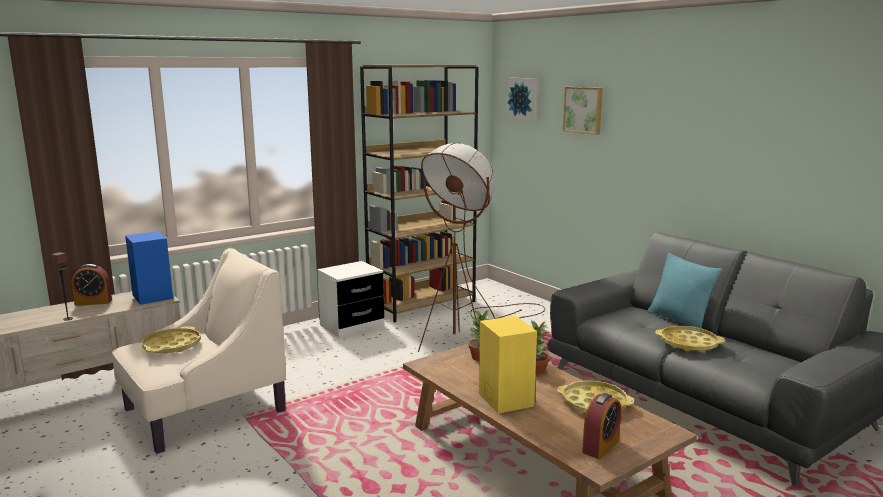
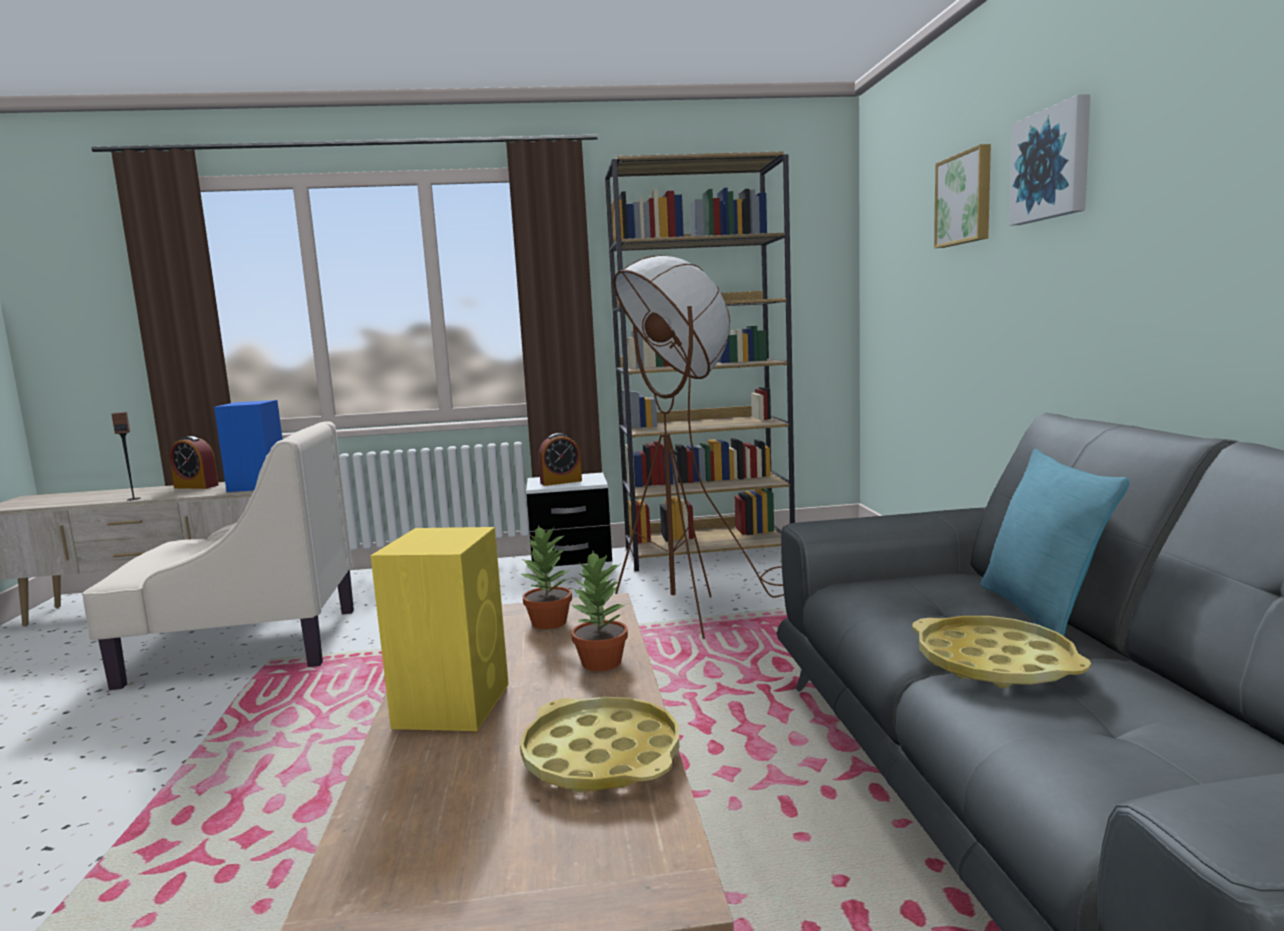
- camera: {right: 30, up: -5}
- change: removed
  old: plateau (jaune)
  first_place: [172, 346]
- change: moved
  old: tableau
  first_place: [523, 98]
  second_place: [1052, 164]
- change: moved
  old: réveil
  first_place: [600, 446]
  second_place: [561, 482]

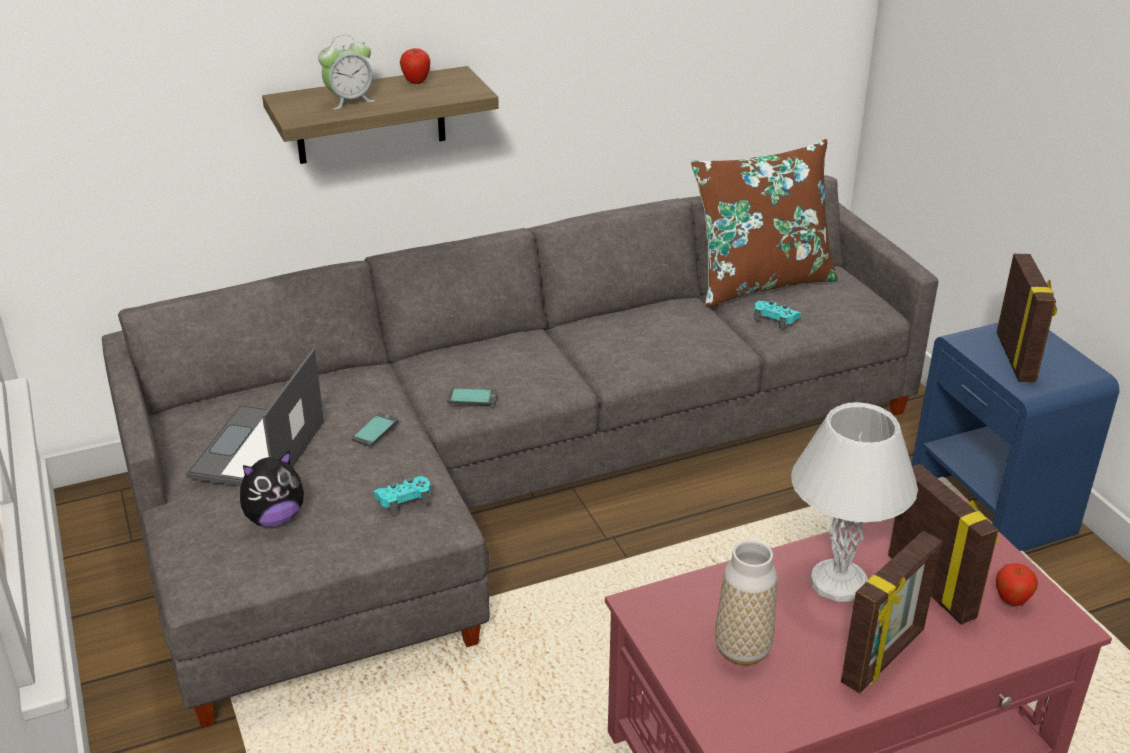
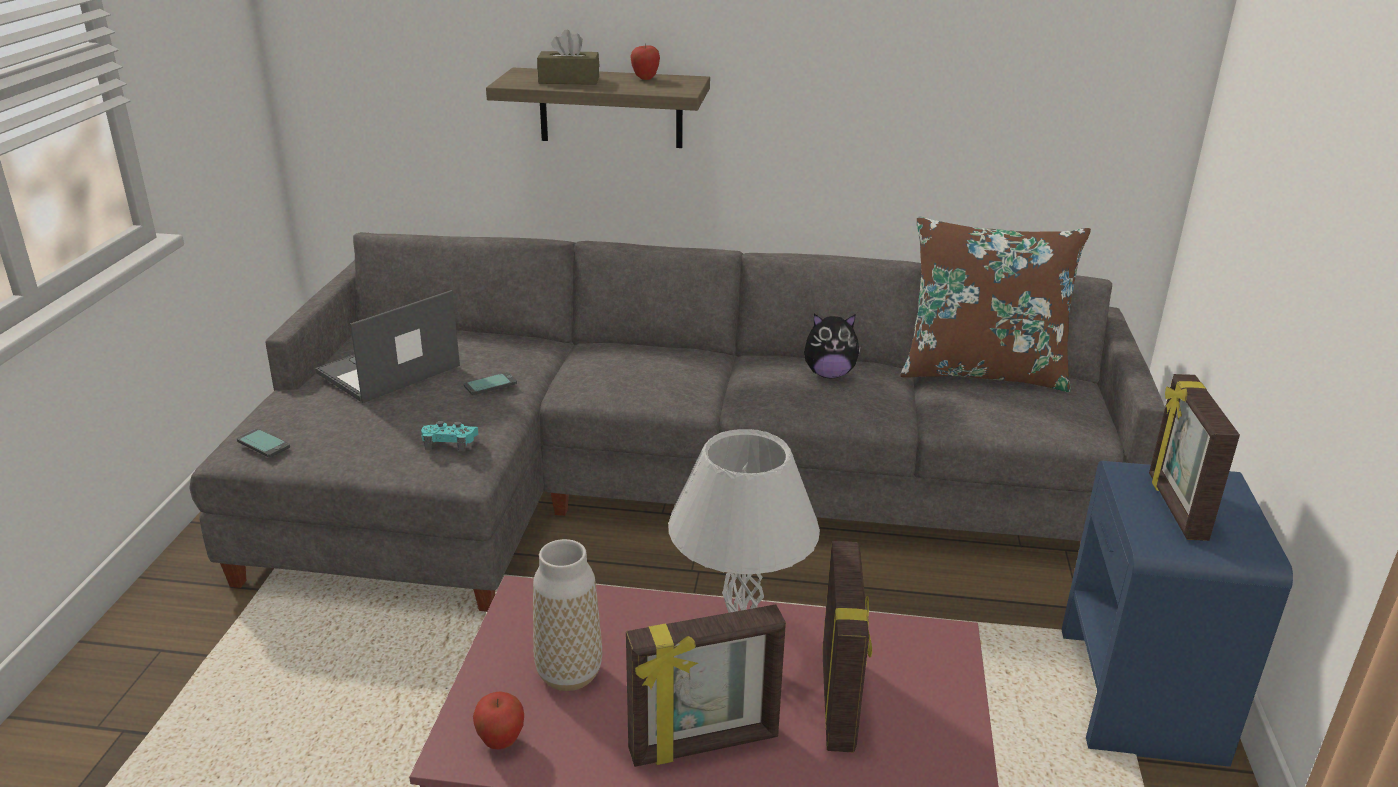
- camera: {right: 30, up: -5}
- change: moved
  old: peluche
  first_place: [274, 518]
  second_place: [829, 374]
- change: replaced
  old: réveil
  new: boîte à mouchoirs (marron)
  first_place: [349, 101]
  second_place: [569, 80]
- change: moved
  old: téléphone
  first_place: [472, 398]
  second_place: [264, 444]
- change: removed
  old: manette (turquoise)
  first_place: [775, 318]
- change: moved
  old: pomme
  first_place: [1011, 601]
  second_place: [501, 742]
- change: turned
  old: cadre photo
  first_place: [1017, 358]
  second_place: [1175, 507]
  degrees: 150

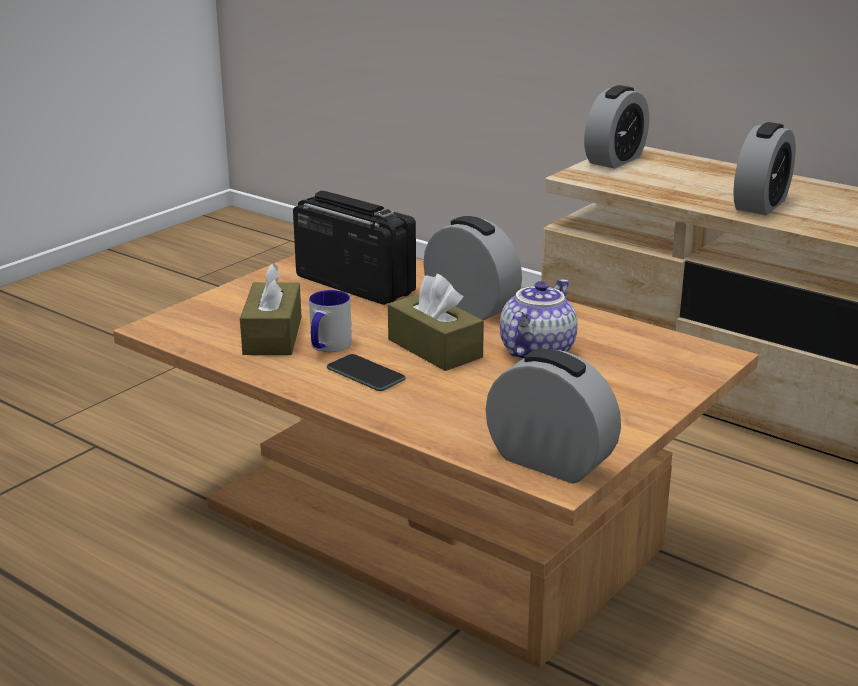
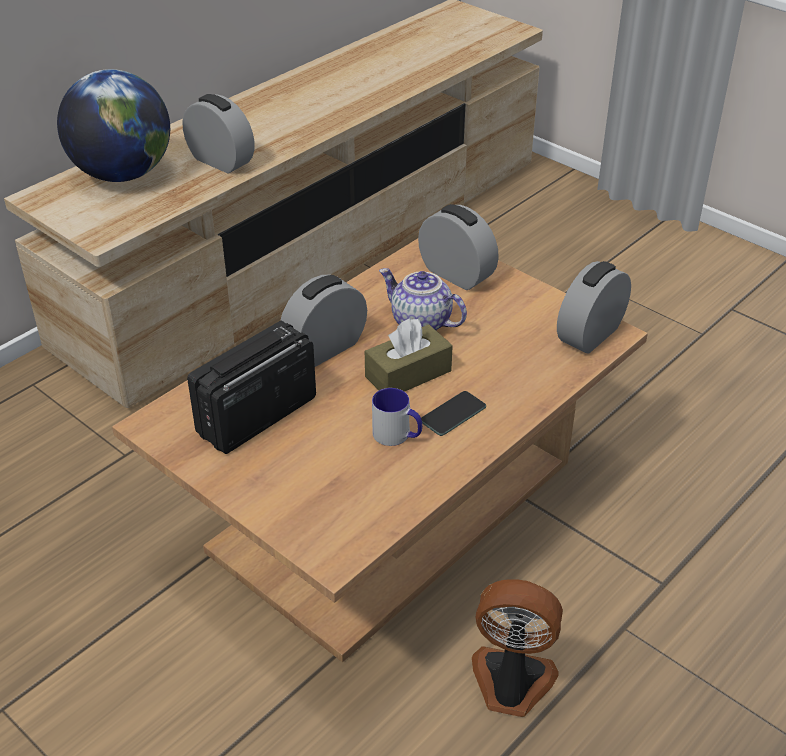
- camera: {right: -85, up: 15}
- change: removed
  old: boîte à mouchoirs (marron)
  first_place: [272, 336]
- change: moved
  old: réveil
  first_place: [615, 160]
  second_place: [456, 274]
- change: added
  new: globe
  second_place: [122, 174]
- change: added
  new: ventilateur
  second_place: [511, 684]

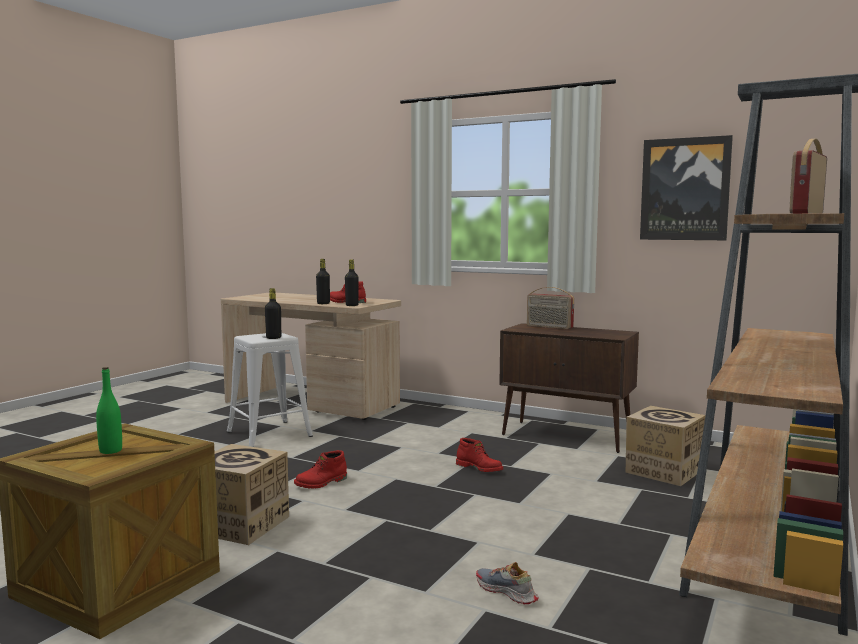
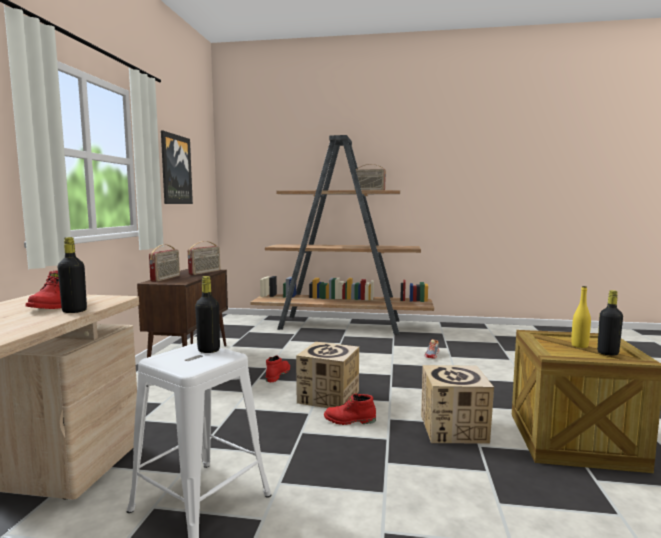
- camera: {right: -110, up: 0}
- change: recoloured
  old: bouteille (vert)
  new: bouteille (jaune)
  first_place: [110, 451]
  second_place: [579, 346]
- change: turned
  old: botte (rouge)
  first_place: [321, 483]
  second_place: [349, 420]
  degrees: 150
- change: moved
  old: bouteille (noir)
  first_place: [352, 305]
  second_place: [607, 353]
- change: moved
  old: carton
  first_place: [663, 471]
  second_place: [328, 397]
- change: added
  new: radio
  second_place: [205, 272]

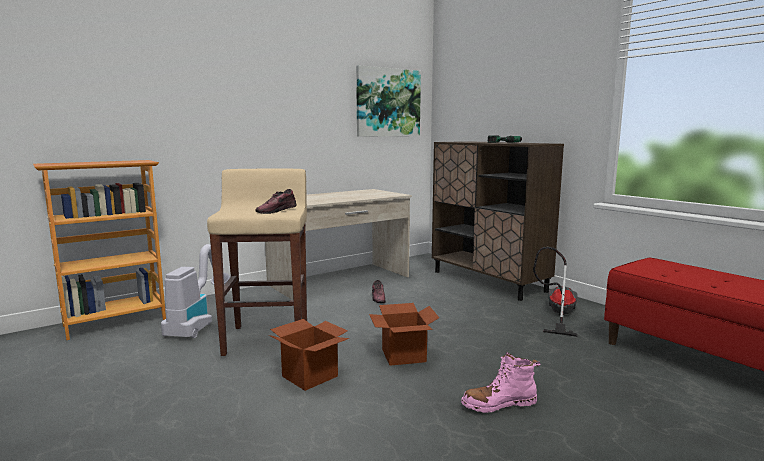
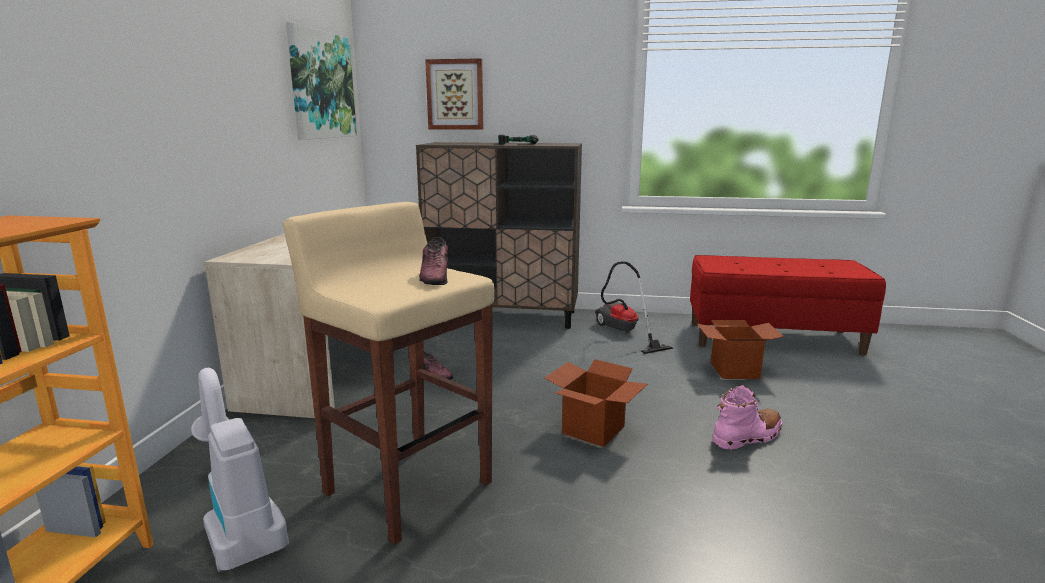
- camera: {right: -45, up: 5}
- change: moved
  old: carton
  first_place: [310, 376]
  second_place: [735, 370]
- change: turned
  old: botte (rose)
  first_place: [499, 404]
  second_place: [747, 437]
  degrees: -150
- change: added
  new: tableau
  second_place: [455, 94]

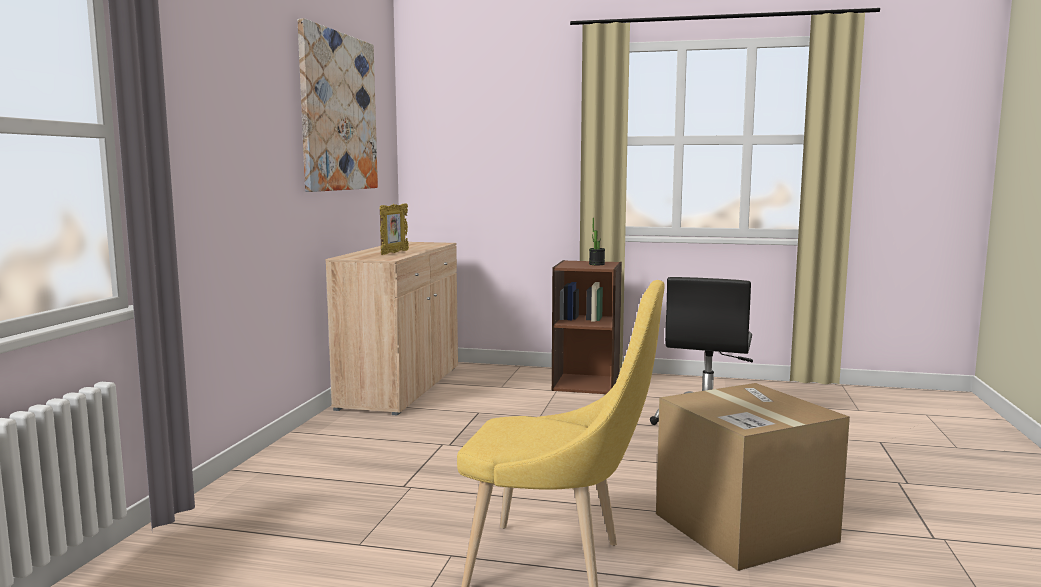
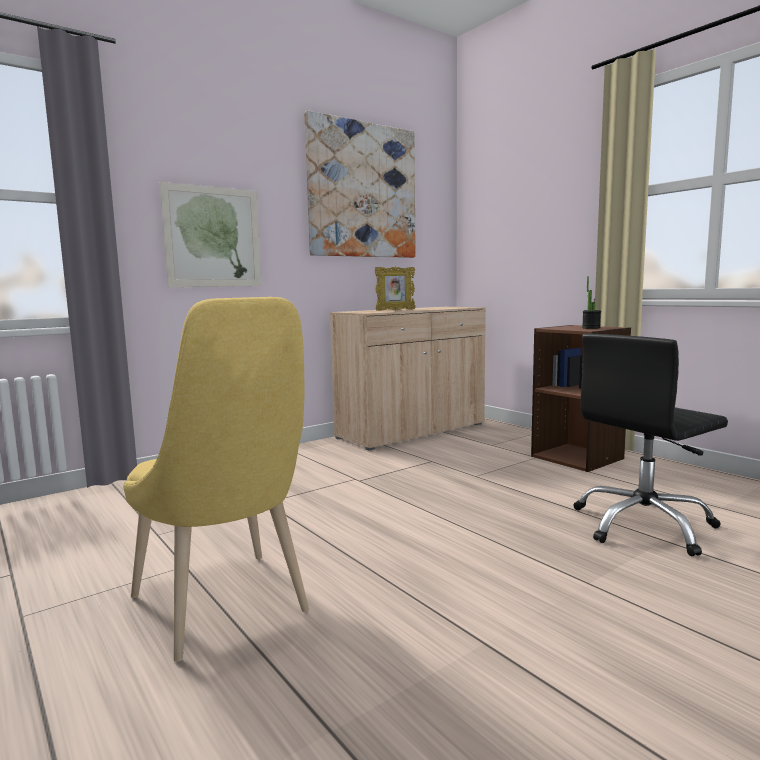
- camera: {right: 40, up: 0}
- change: removed
  old: carton
  first_place: [744, 527]
- change: added
  new: tableau
  second_place: [213, 237]

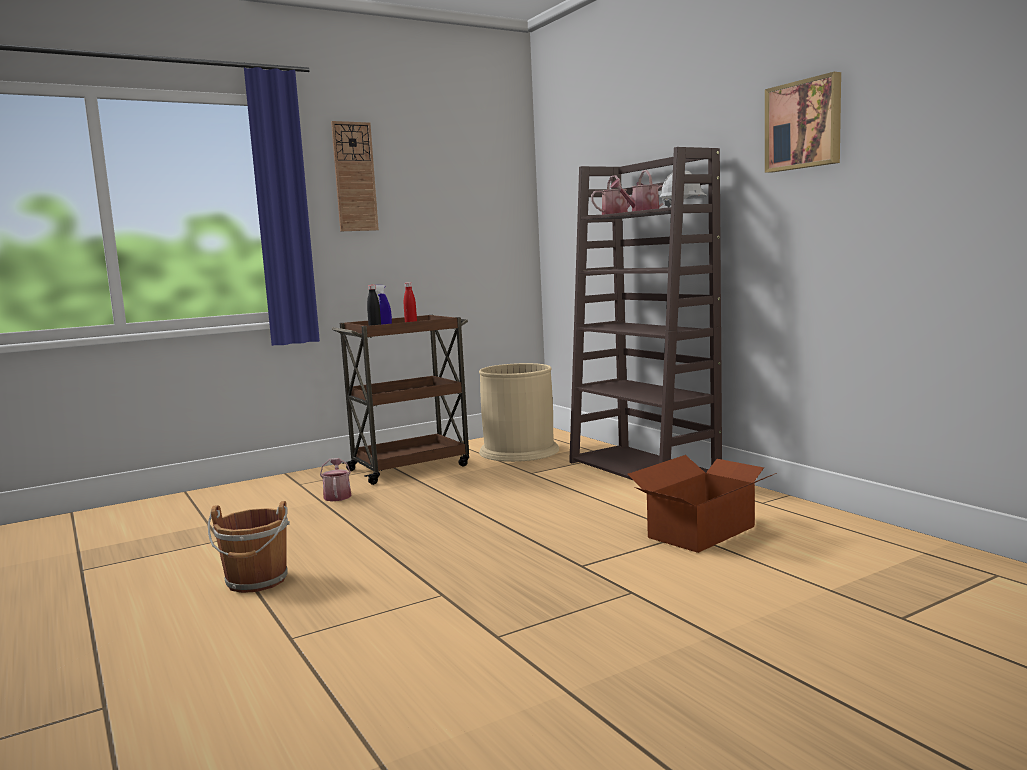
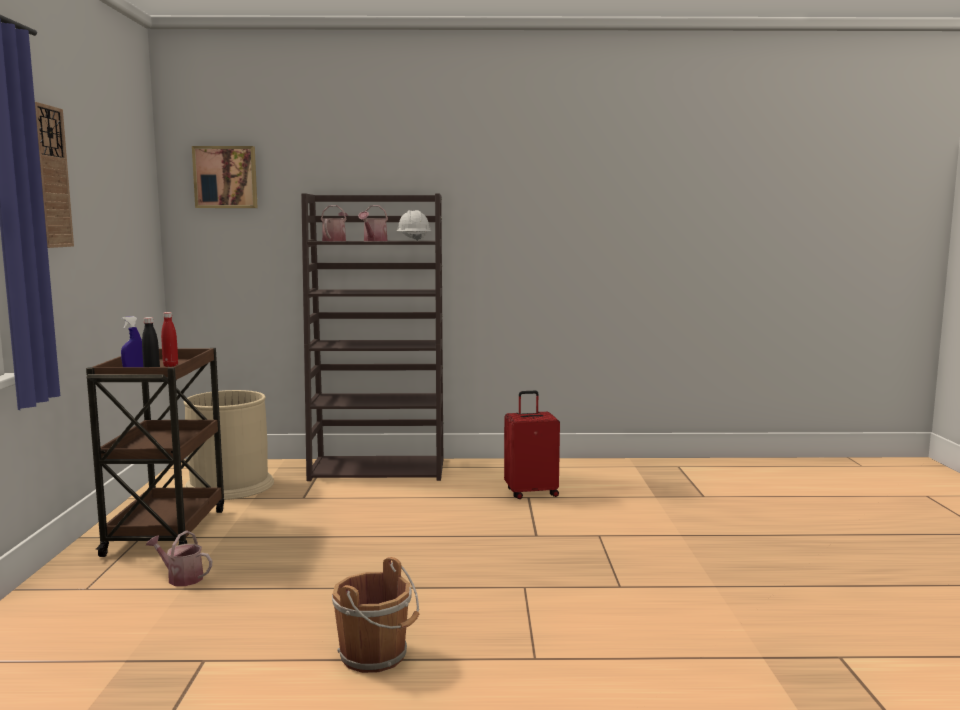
- camera: {right: -60, up: 0}
- change: replaced
  old: carton
  new: valise (rouge)
  first_place: [703, 532]
  second_place: [531, 493]
- change: moved
  old: tableau
  first_place: [804, 125]
  second_place: [226, 177]

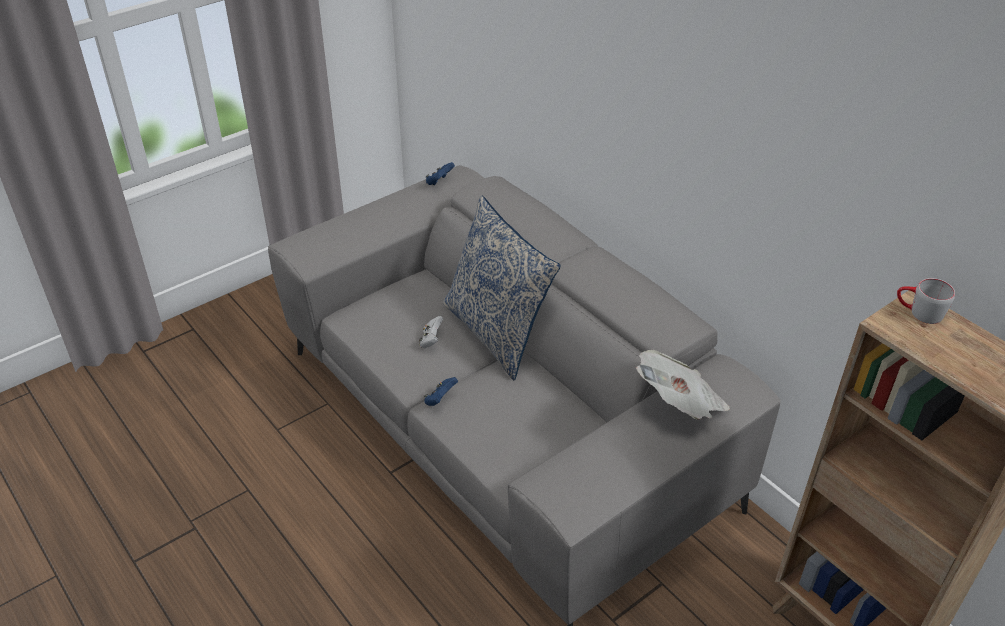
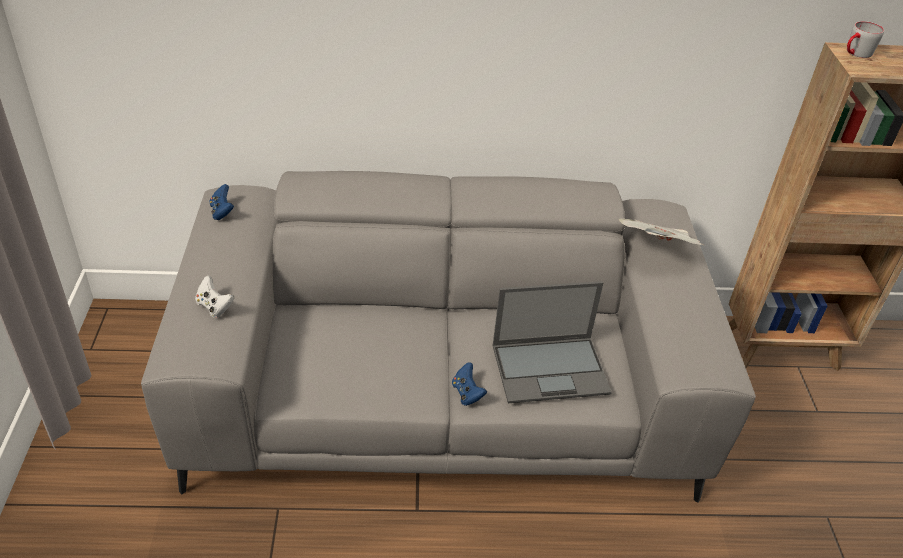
- camera: {right: -55, up: 0}
- change: moved
  old: manette (blanc)
  first_place: [431, 340]
  second_place: [214, 307]
- change: removed
  old: coussin
  first_place: [497, 332]
- change: added
  new: ordinateur portable
  second_place: [551, 369]

